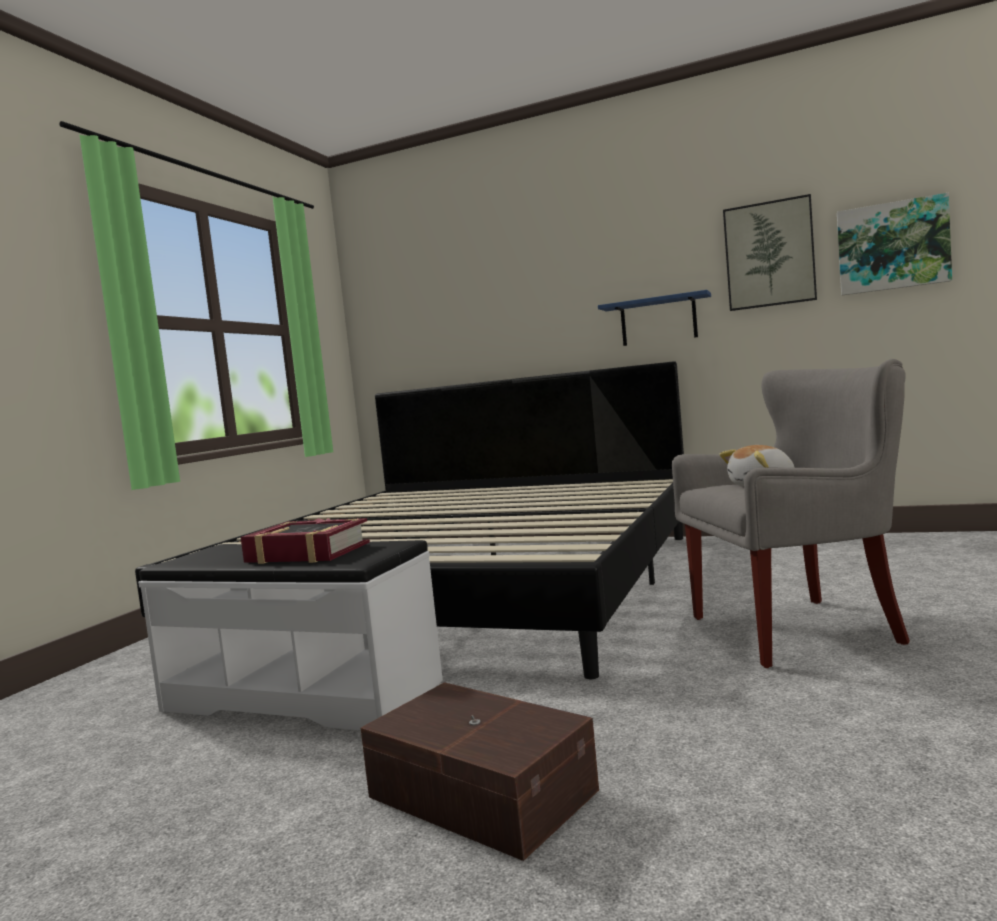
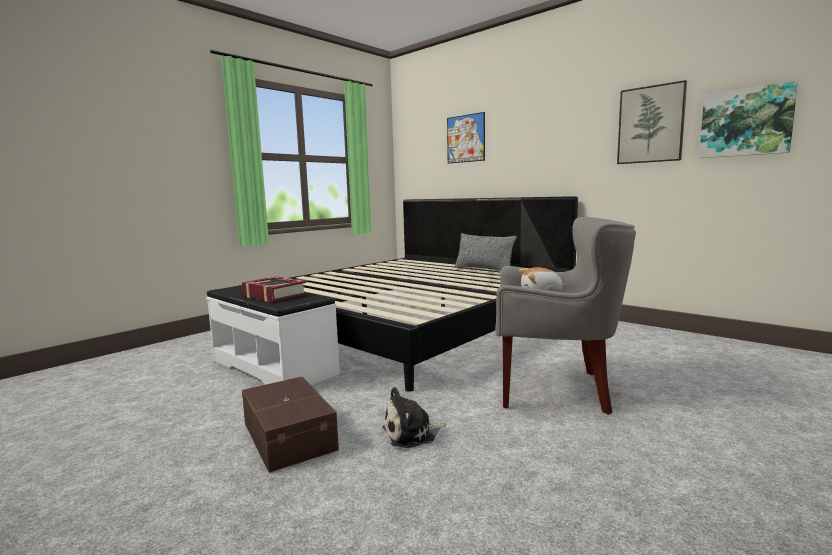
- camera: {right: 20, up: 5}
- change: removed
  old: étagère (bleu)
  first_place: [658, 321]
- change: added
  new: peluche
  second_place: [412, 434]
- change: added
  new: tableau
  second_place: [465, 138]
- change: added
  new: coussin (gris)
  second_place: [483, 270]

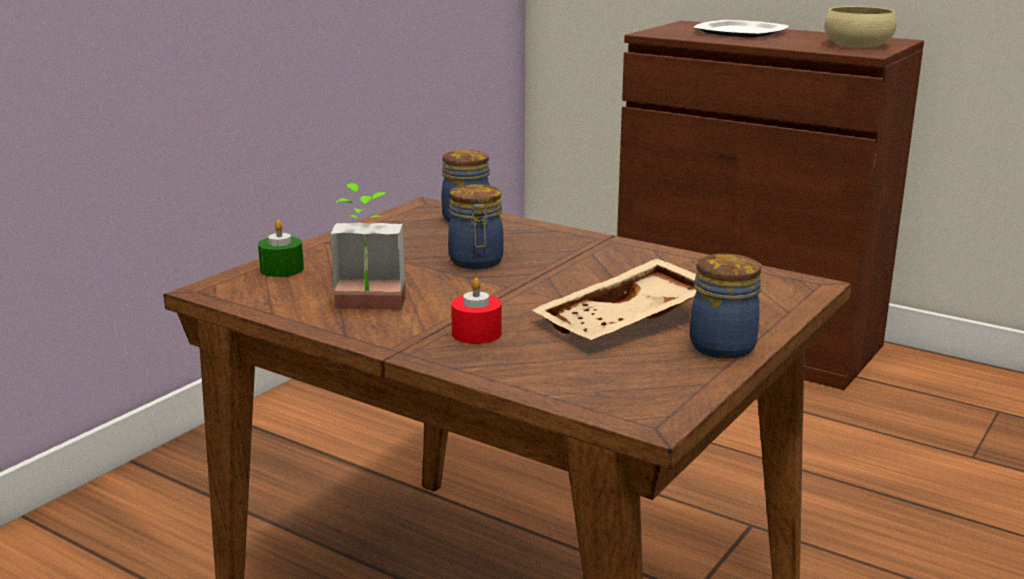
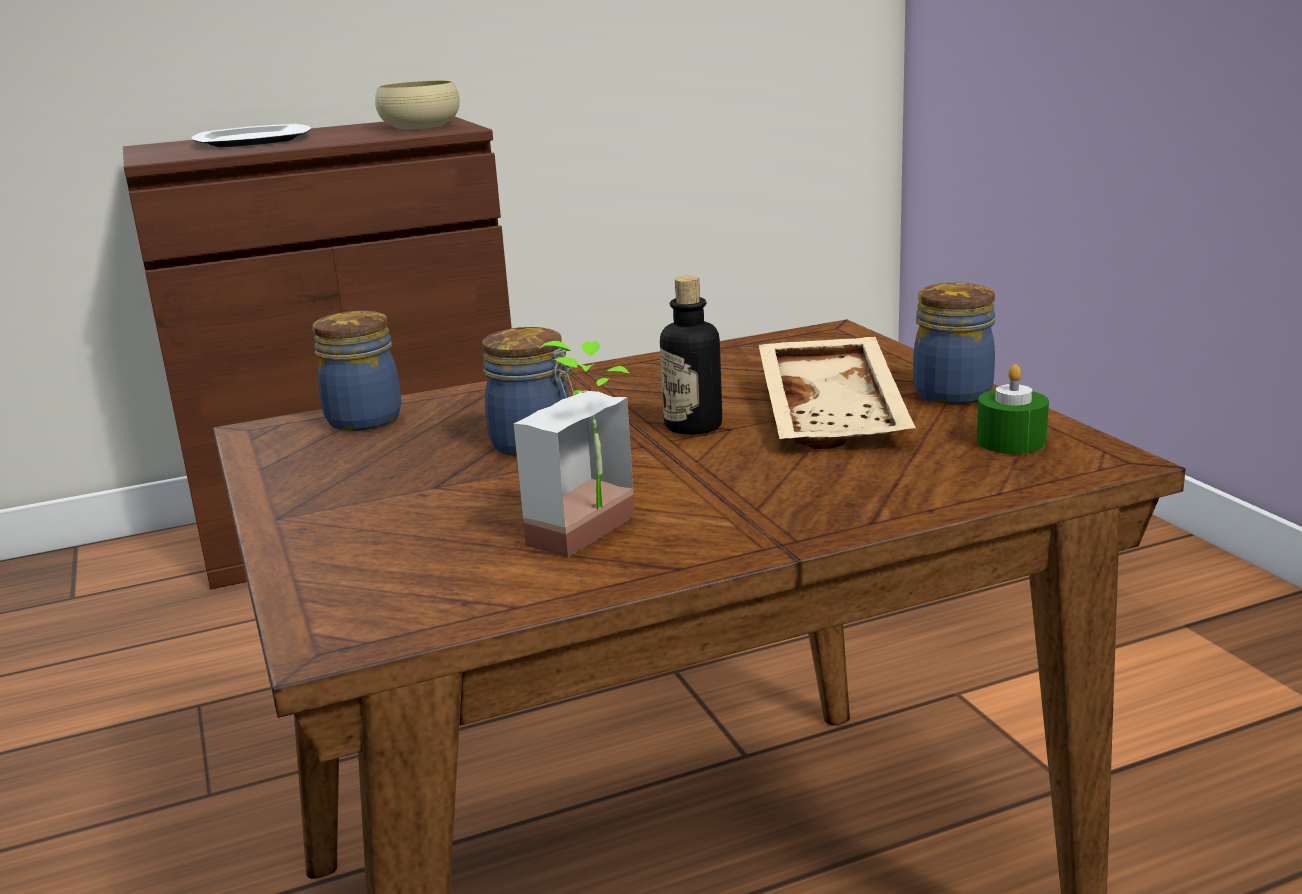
- camera: {right: -55, up: 0}
- change: moved
  old: bougie (vert)
  first_place: [282, 269]
  second_place: [1011, 441]
- change: removed
  old: bougie (rouge)
  first_place: [476, 333]
- change: added
  new: bouteille
  second_place: [693, 426]

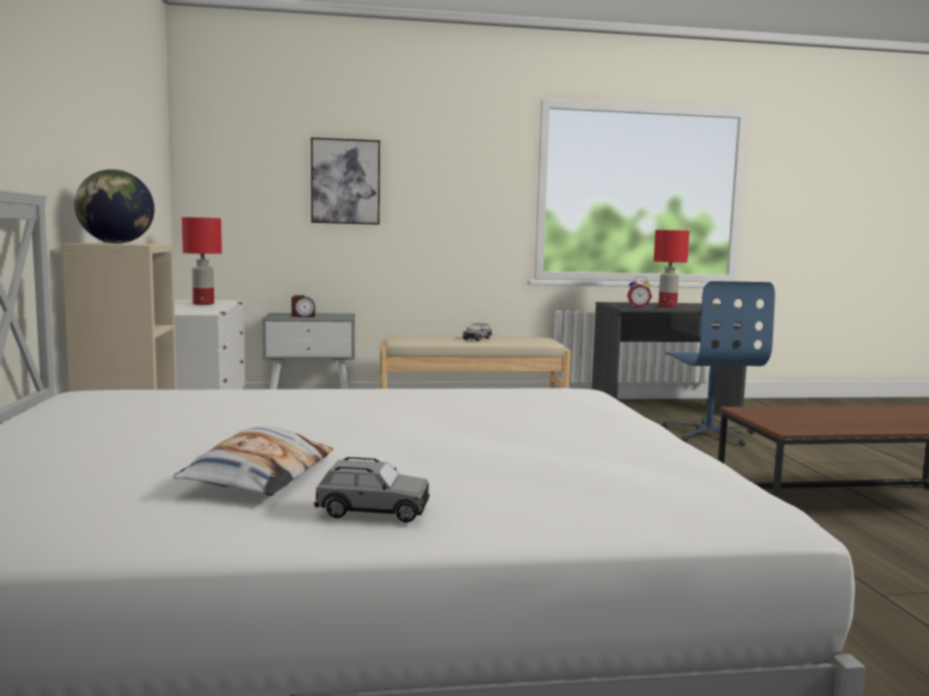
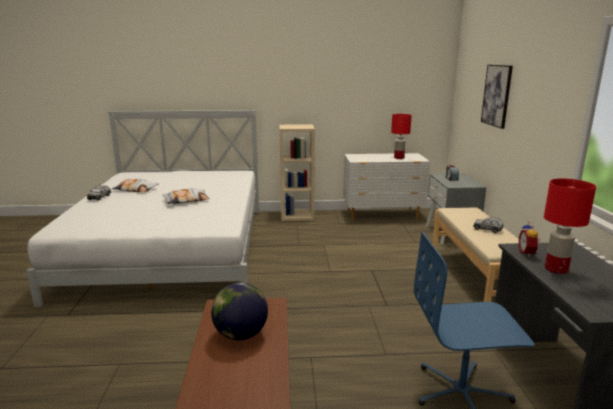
- camera: {right: 95, up: 10}
- change: moved
  old: globe
  first_place: [116, 243]
  second_place: [240, 335]
- change: added
  new: coussin
  second_place: [186, 200]

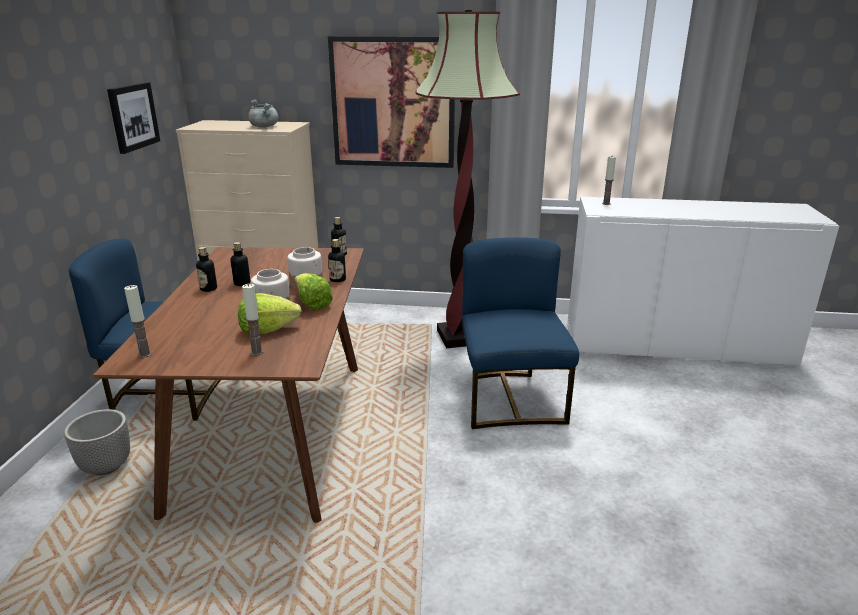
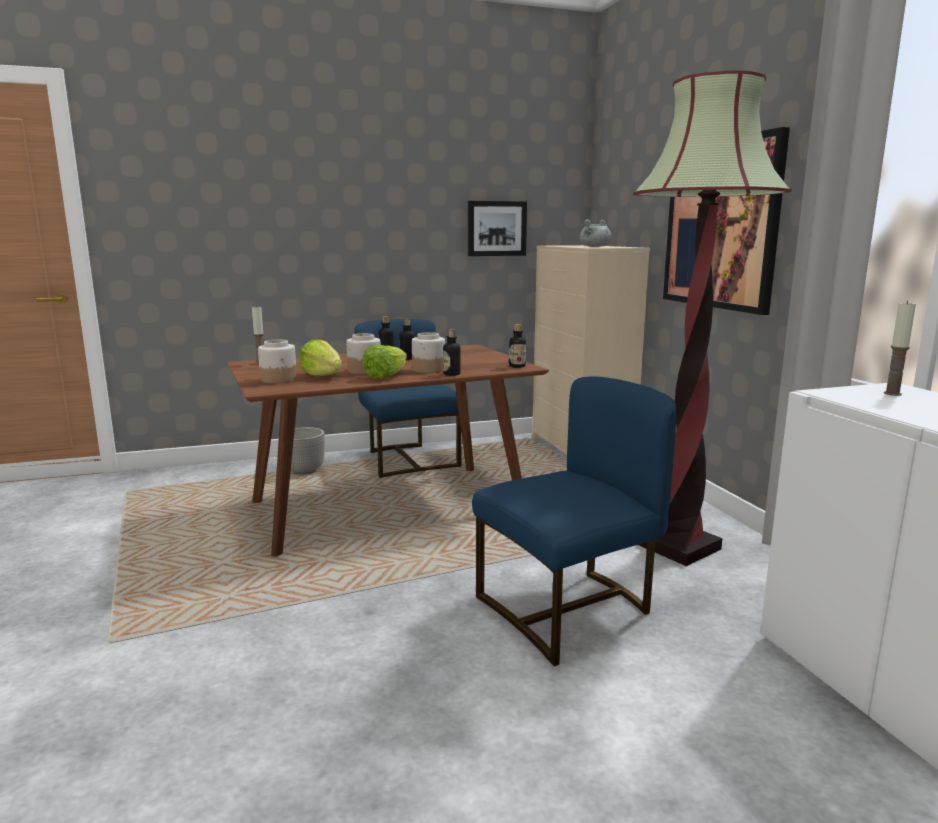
- camera: {right: 65, up: -10}
- change: replaced
  old: bougie
  new: bocal
  first_place: [256, 352]
  second_place: [279, 379]

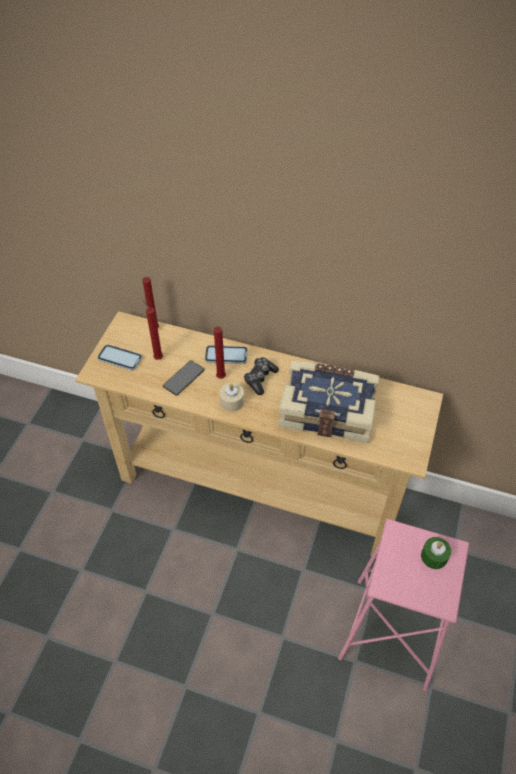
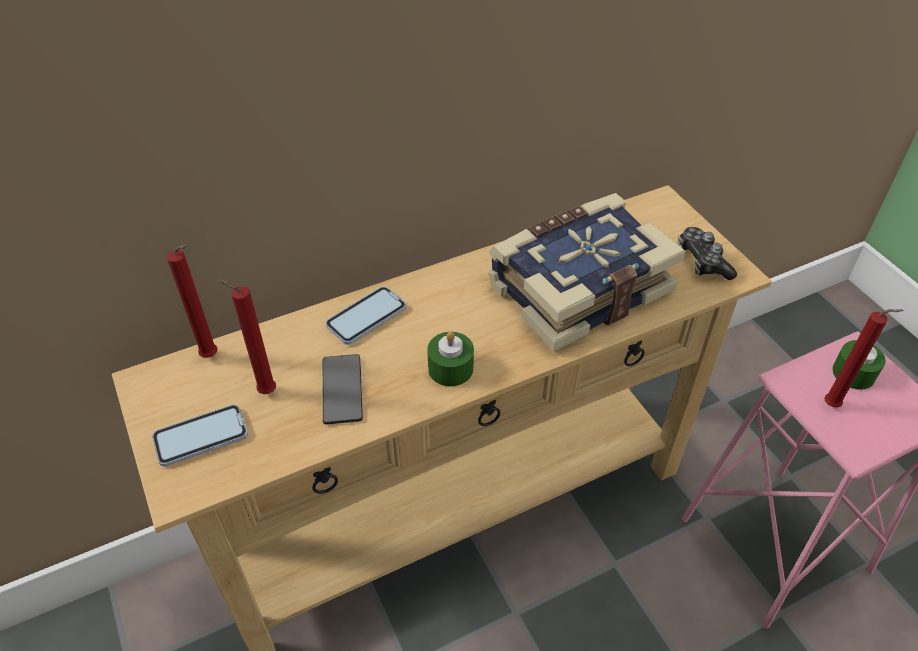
- camera: {right: -45, up: -5}
- change: moved
  old: bougie (rouge)
  first_place: [221, 378]
  second_place: [834, 406]
- change: recoloured
  old: bougie (beige)
  new: bougie (vert)
  first_place: [232, 401]
  second_place: [450, 368]
- change: moved
  old: manette
  first_place: [260, 378]
  second_place: [702, 261]

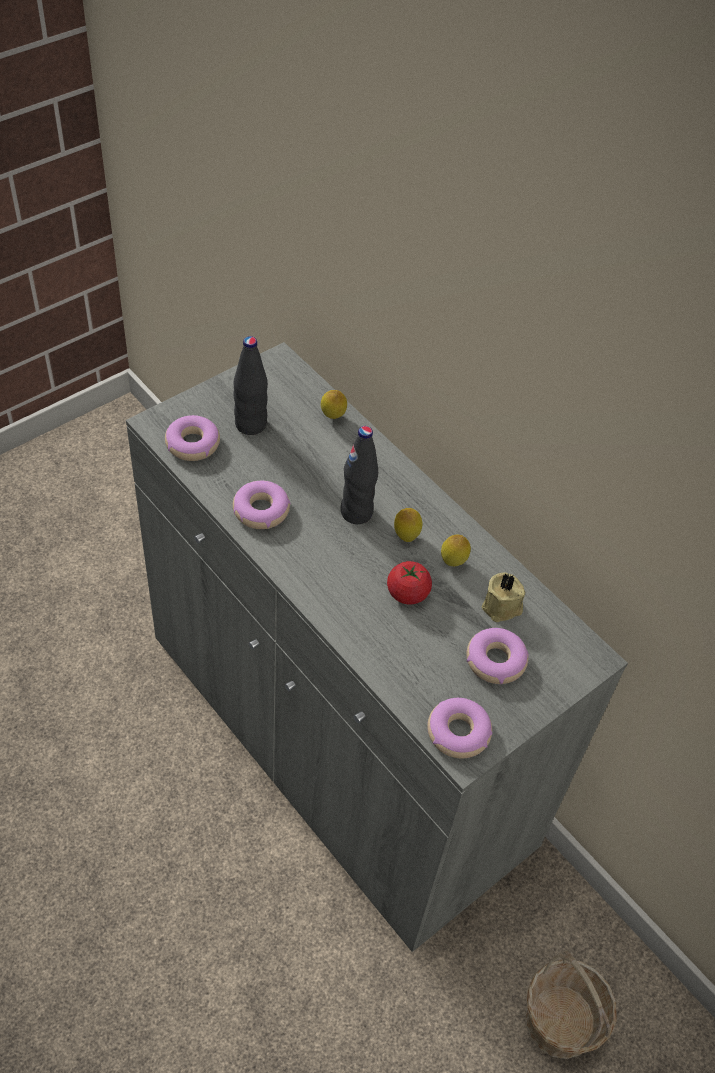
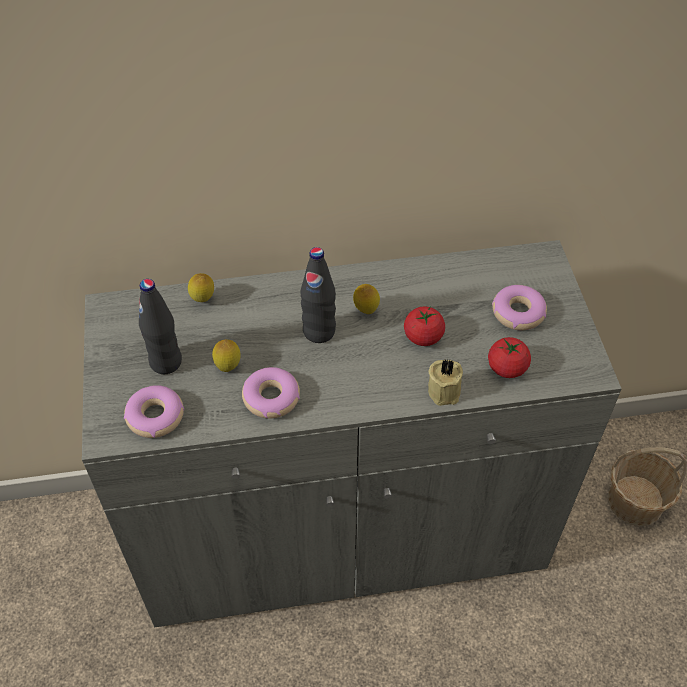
- camera: {right: -55, up: 0}
- change: removed
  old: beignet
  first_place: [458, 733]
- change: moved
  old: citron
  first_place: [453, 563]
  second_place: [228, 367]
- change: moved
  old: bougie (beige)
  first_place: [502, 607]
  second_place: [445, 390]
- change: added
  new: tomate
  second_place: [507, 368]

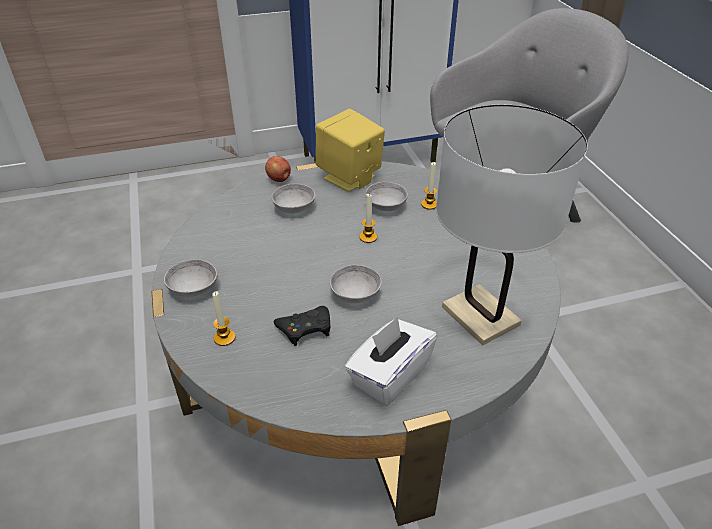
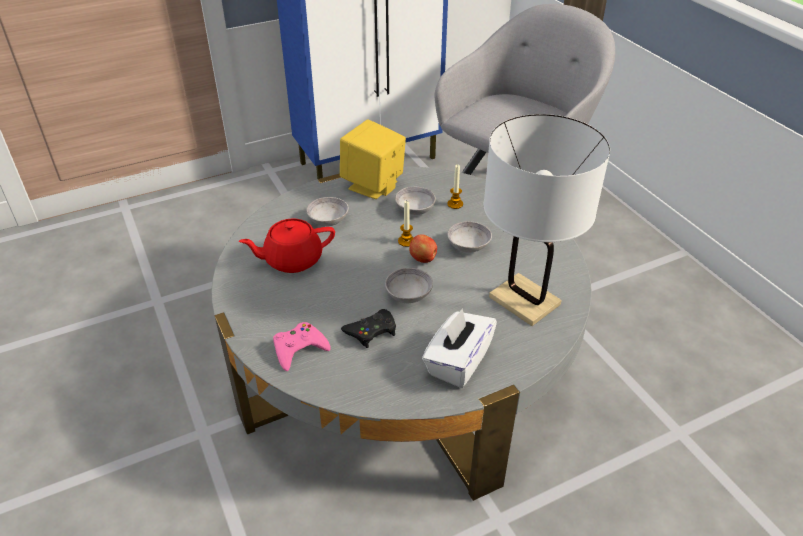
- camera: {right: -10, up: 0}
- change: moved
  old: bol (gris)
  first_place: [193, 288]
  second_place: [468, 246]
- change: replaced
  old: bougie
  new: manette (rose)
  first_place: [224, 338]
  second_place: [299, 349]
- change: moved
  old: pomme
  first_place: [279, 179]
  second_place: [423, 259]
- change: added
  new: théière (rouge)
  second_place: [292, 260]

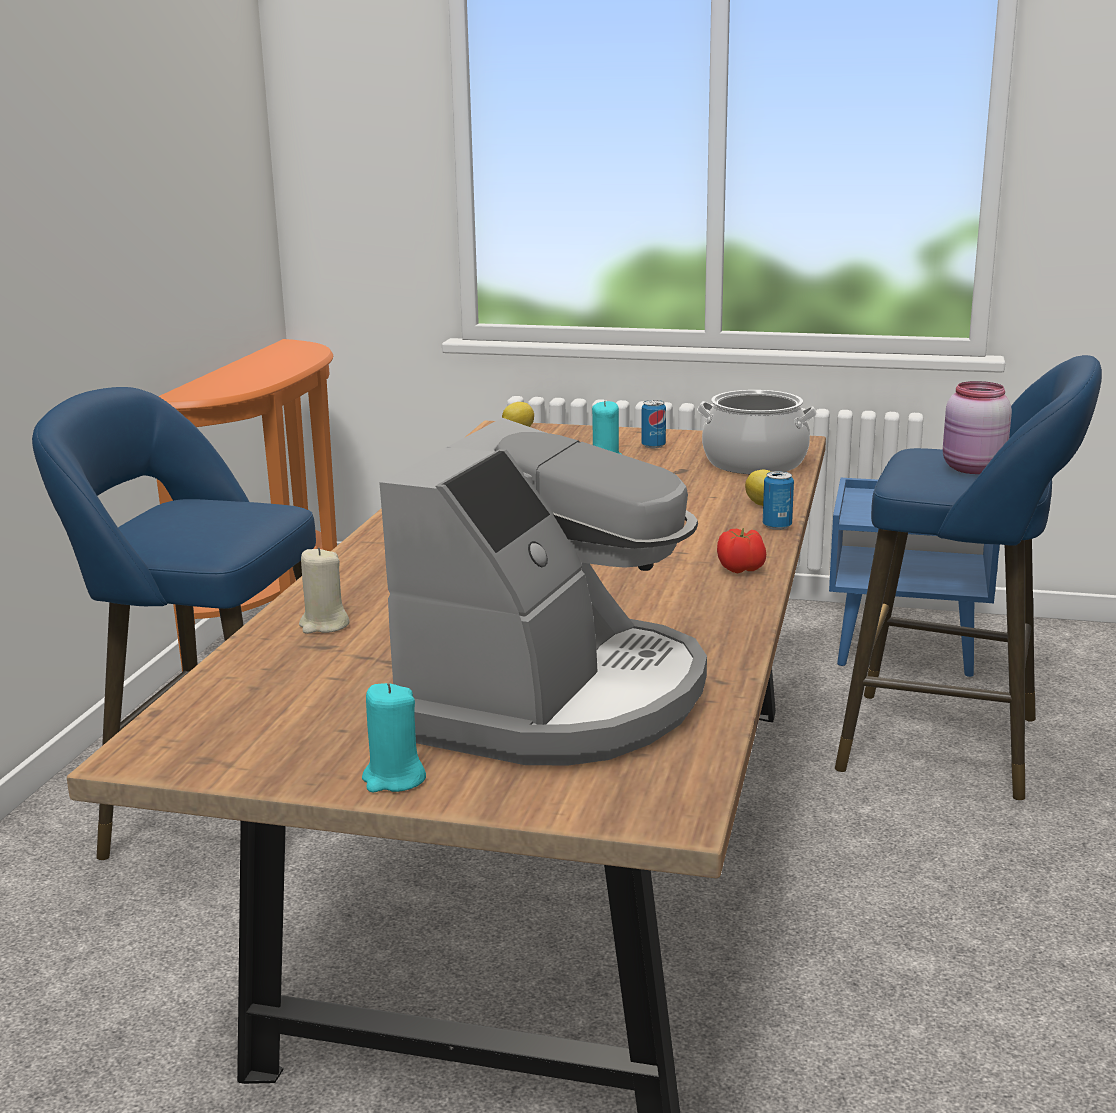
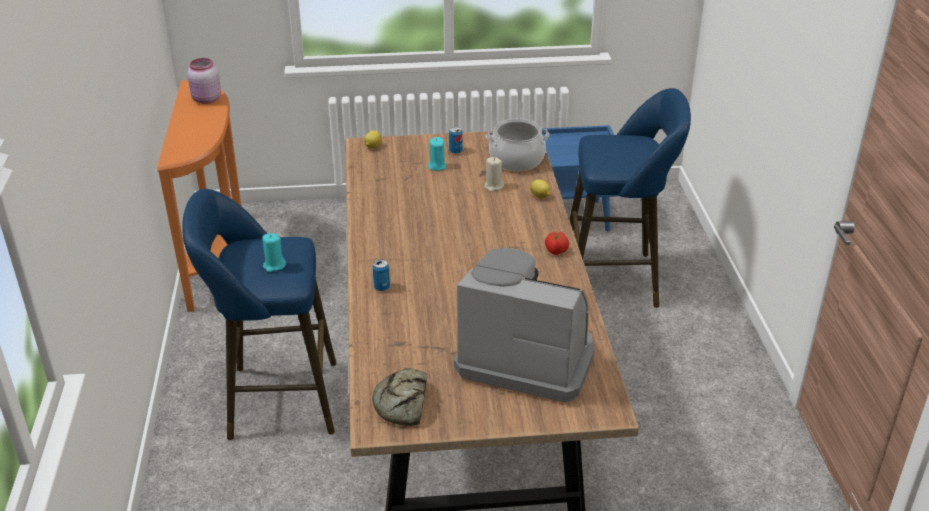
- camera: {right: -20, up: 15}
- change: moved
  old: bougie (beige)
  first_place: [324, 625]
  second_place: [493, 186]
- change: moved
  old: bougie (turquoise)
  first_place: [394, 779]
  second_place: [274, 265]
- change: turned
  old: machine à café
  first_place: [553, 699]
  second_place: [526, 357]
  degrees: -75
- change: moved
  old: boîte métallique
  first_place: [777, 526]
  second_place: [381, 287]
- change: moved
  old: bocal (rose)
  first_place: [972, 469]
  second_place: [206, 100]
- change: added
  new: pain
  second_place: [403, 403]

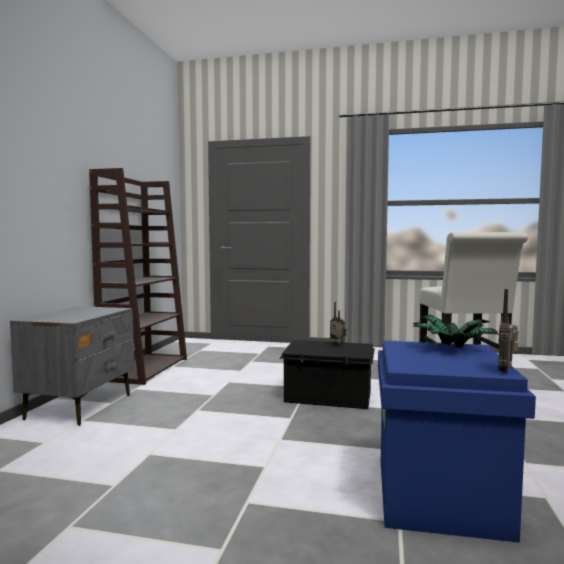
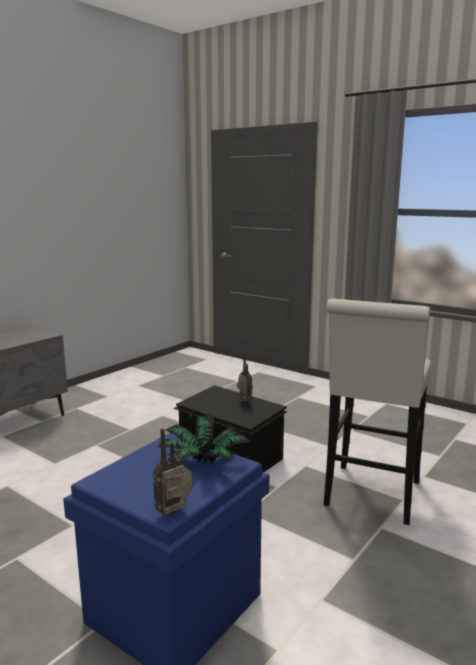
- camera: {right: 25, up: 10}
- change: removed
  old: bibliothèque (marron)
  first_place: [145, 369]

